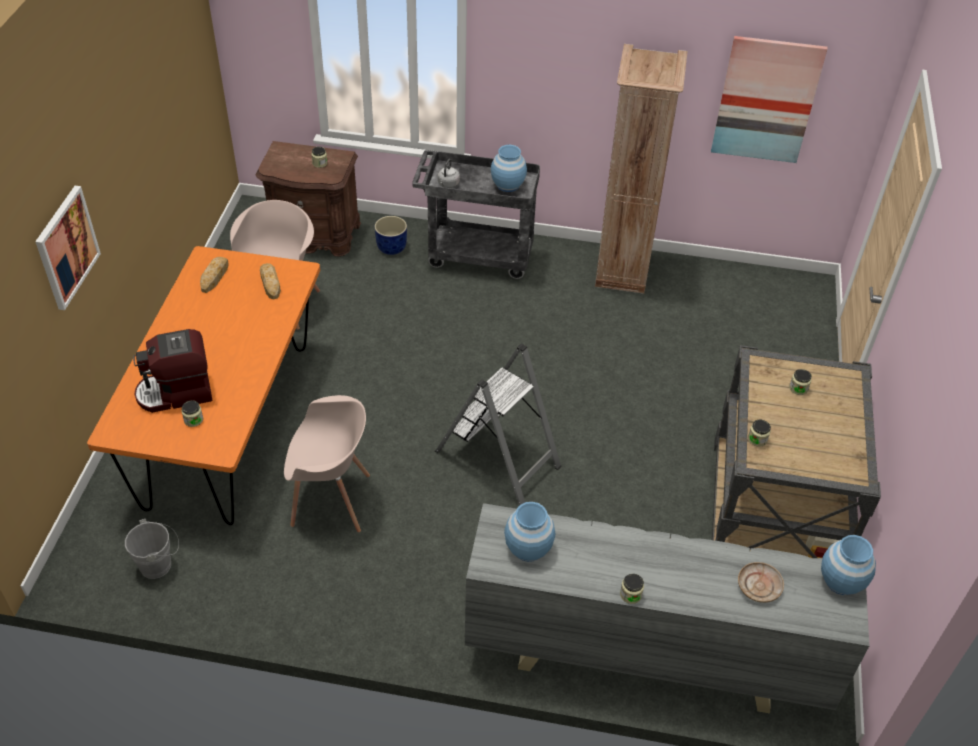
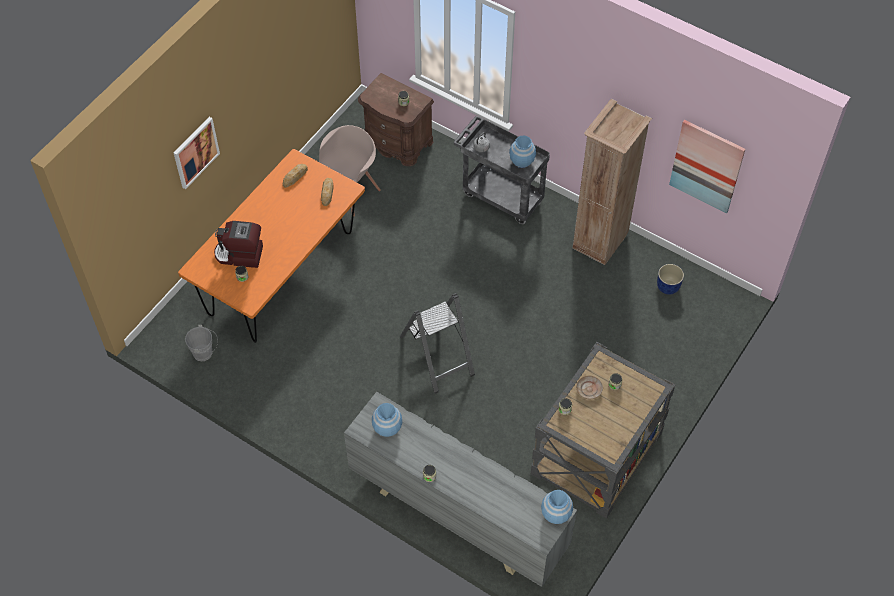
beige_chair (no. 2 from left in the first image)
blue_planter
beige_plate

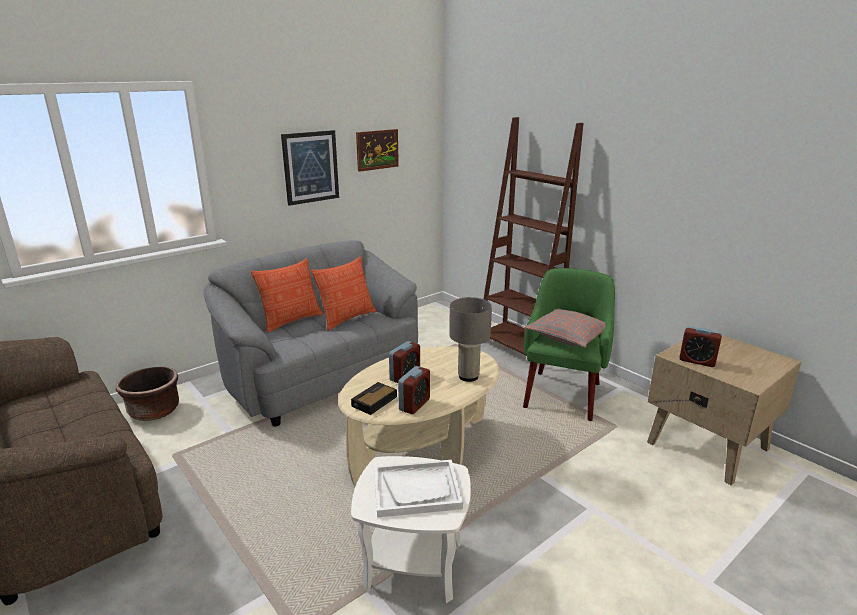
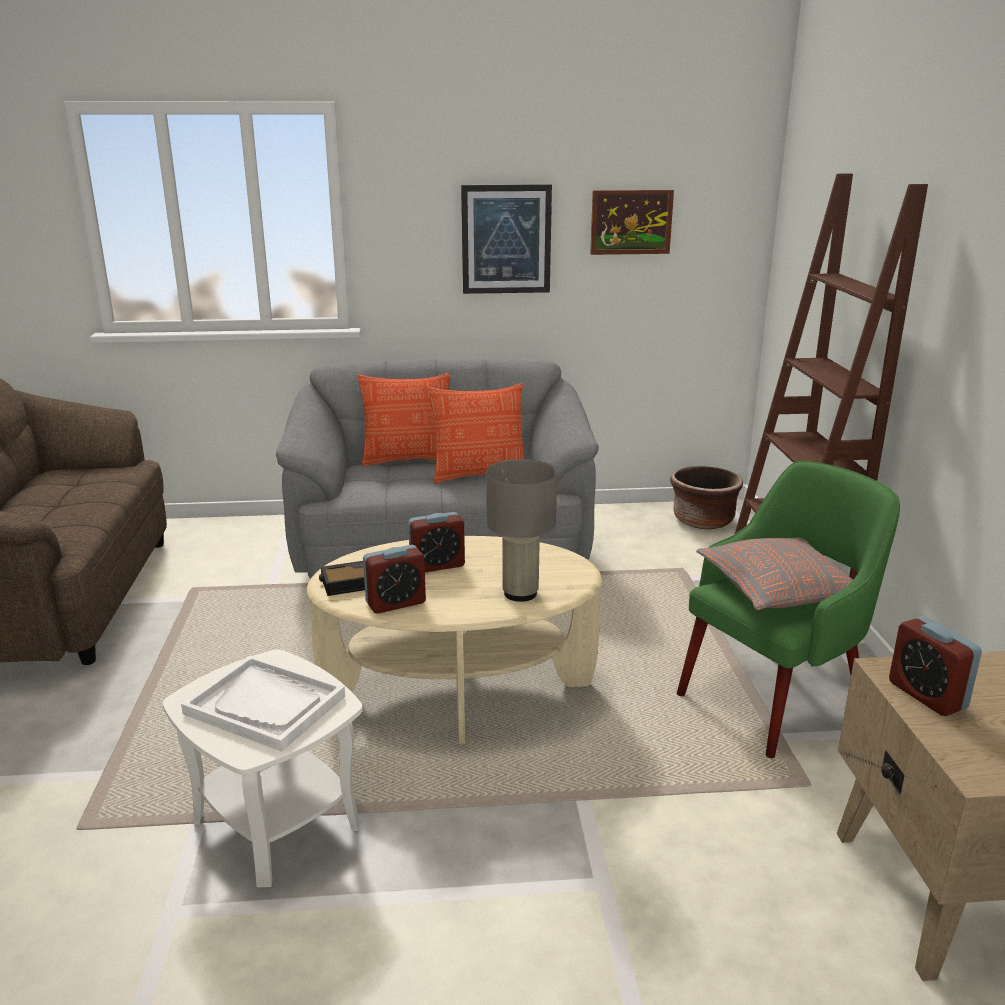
brown_planter

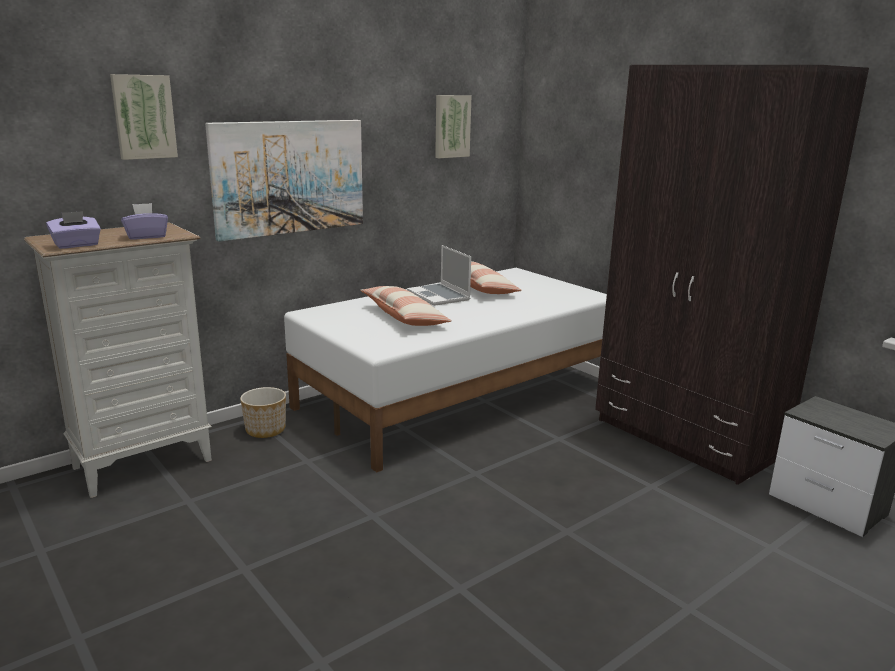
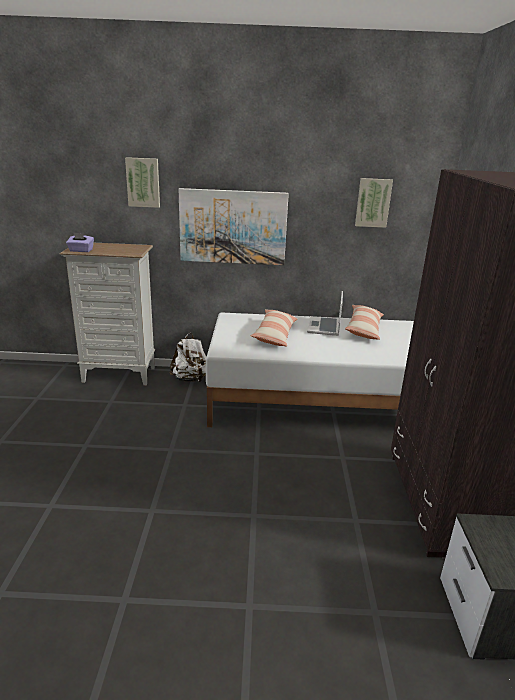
purple_tissue_box (no. 2 from left in the first image)
white_backpack

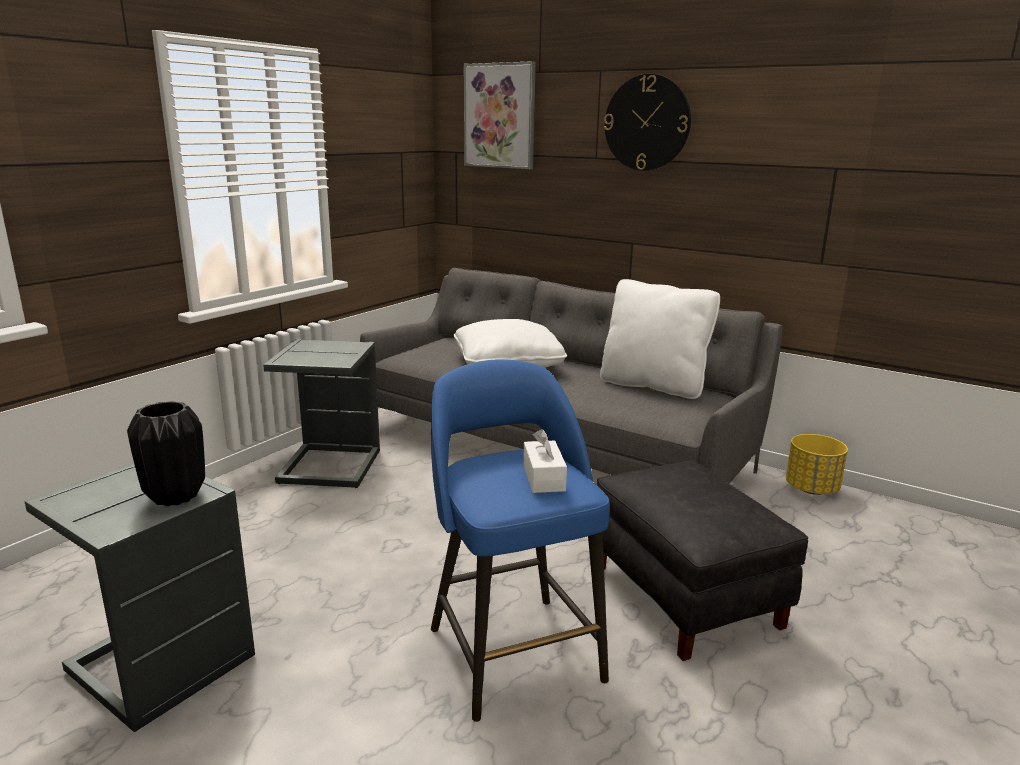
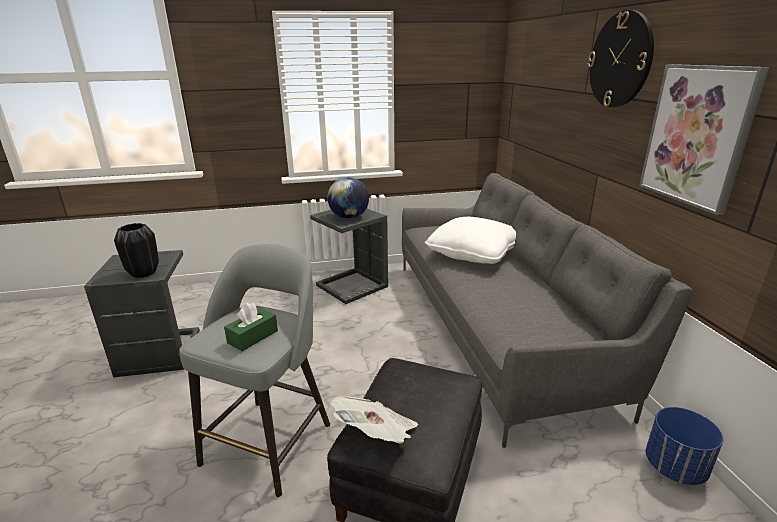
white_pillow (no. 2 from left in the first image)
globe
newspaper
picture
grey_stool
green_tissue_box
blue_planter

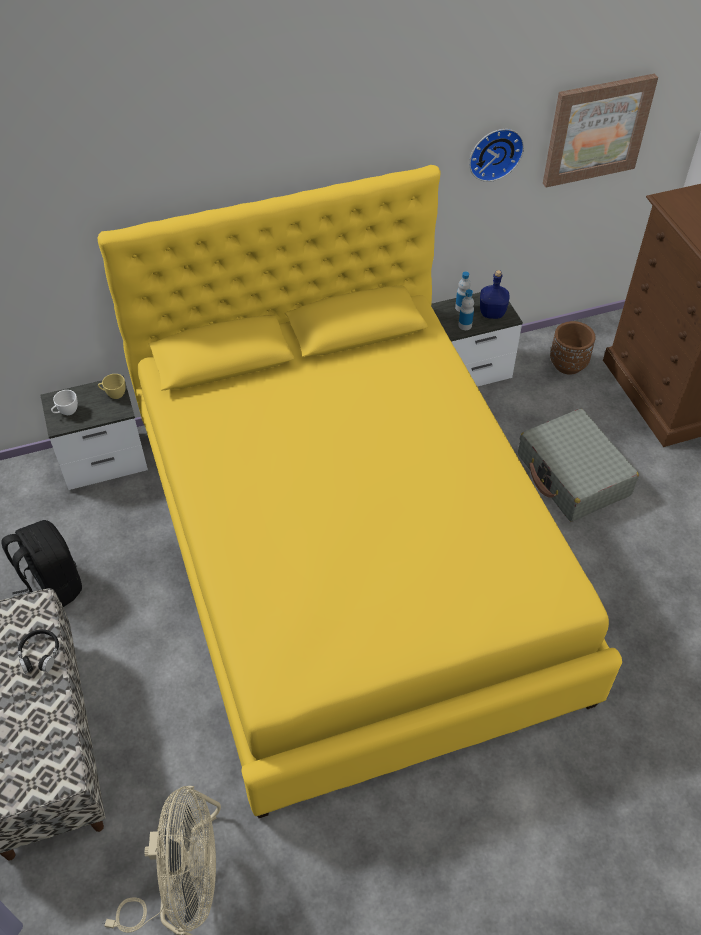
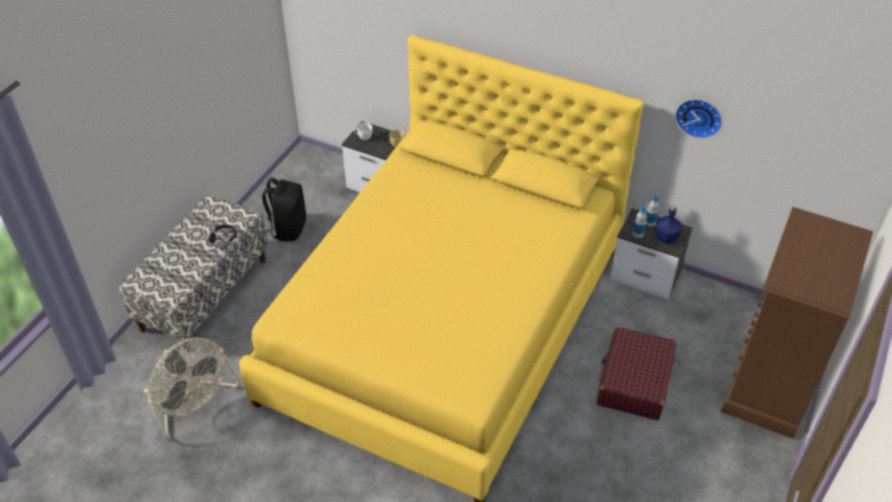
picture
brown_planter
red_suitcase

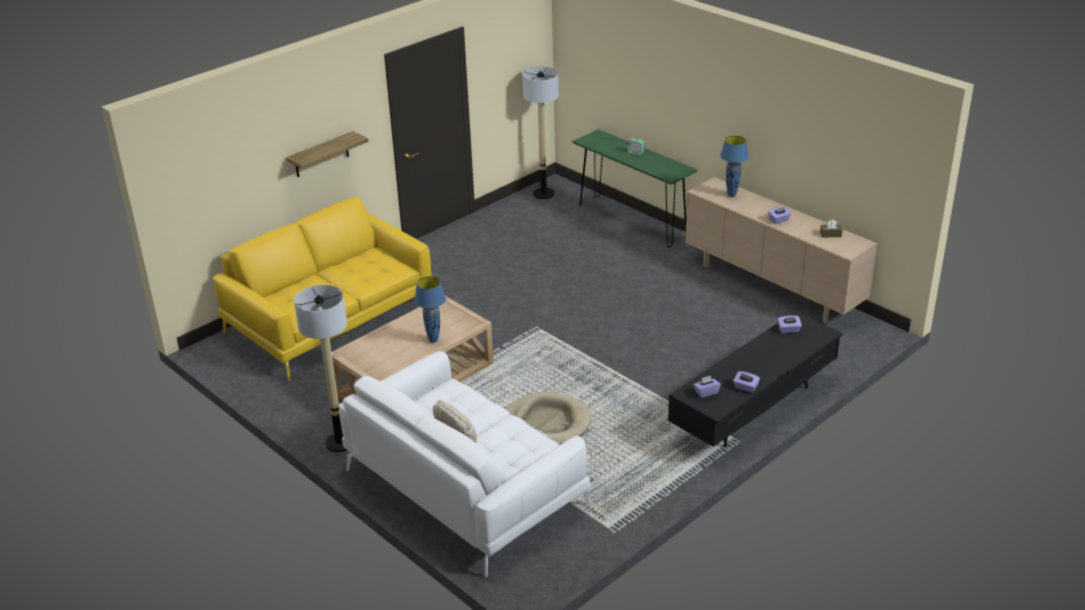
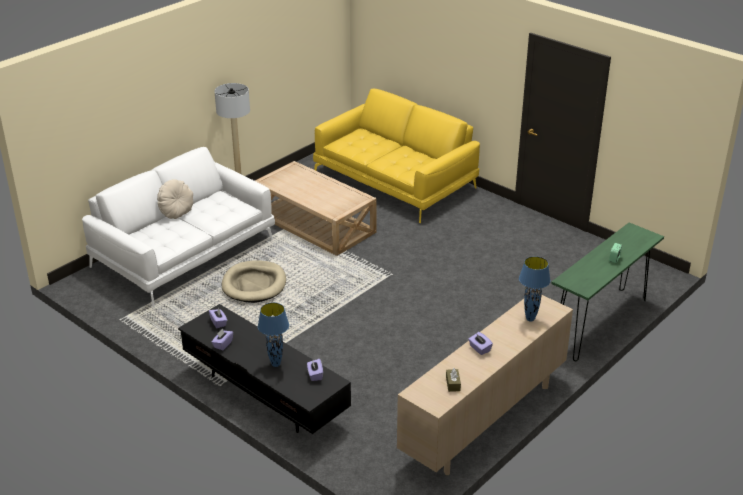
shelf
floor_lamp (no. 2 from left in the first image)
blue_table_lamp (no. 1 from left)

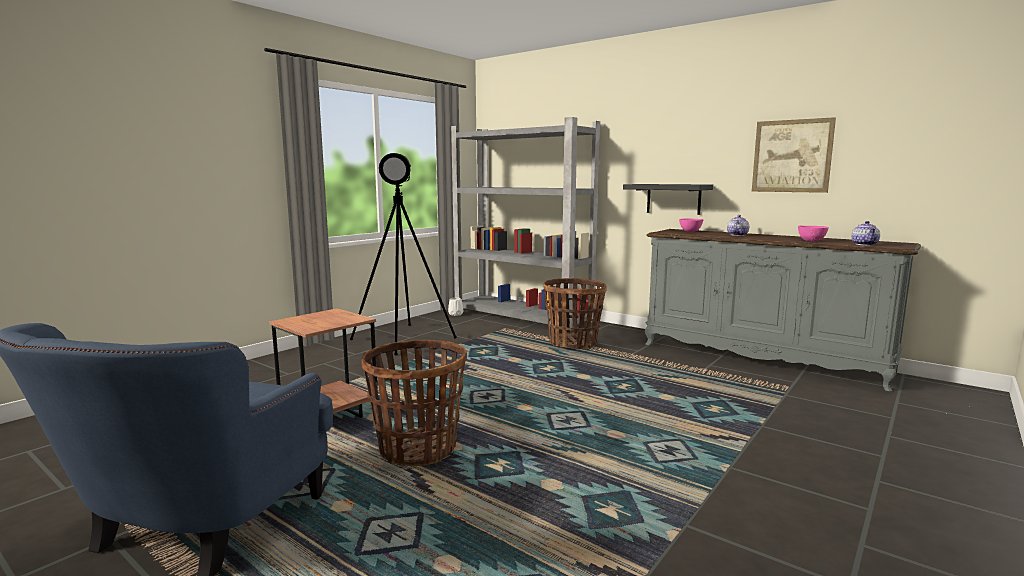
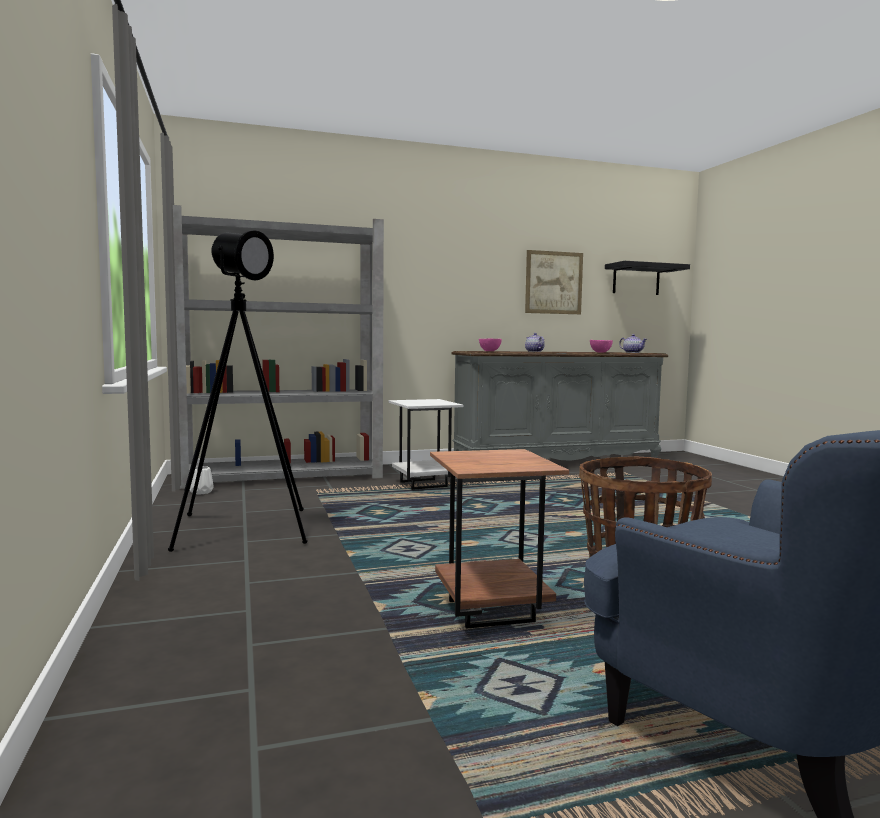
black_shelf
white_side_table

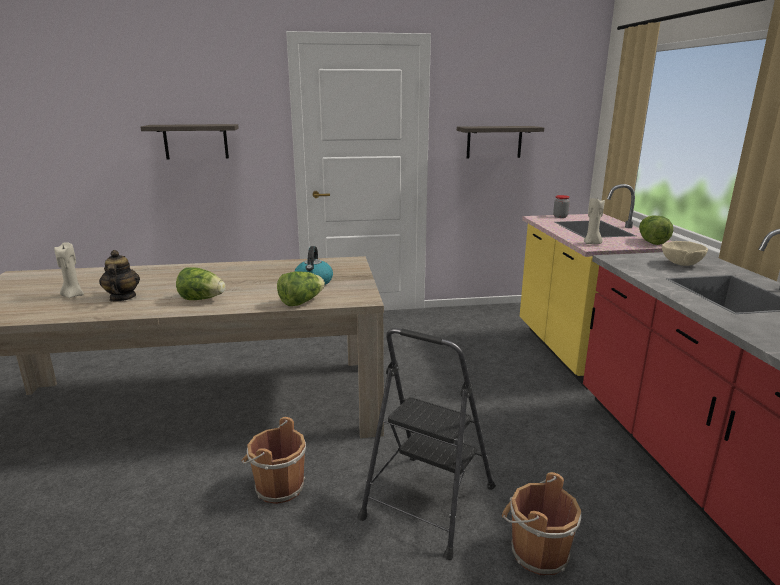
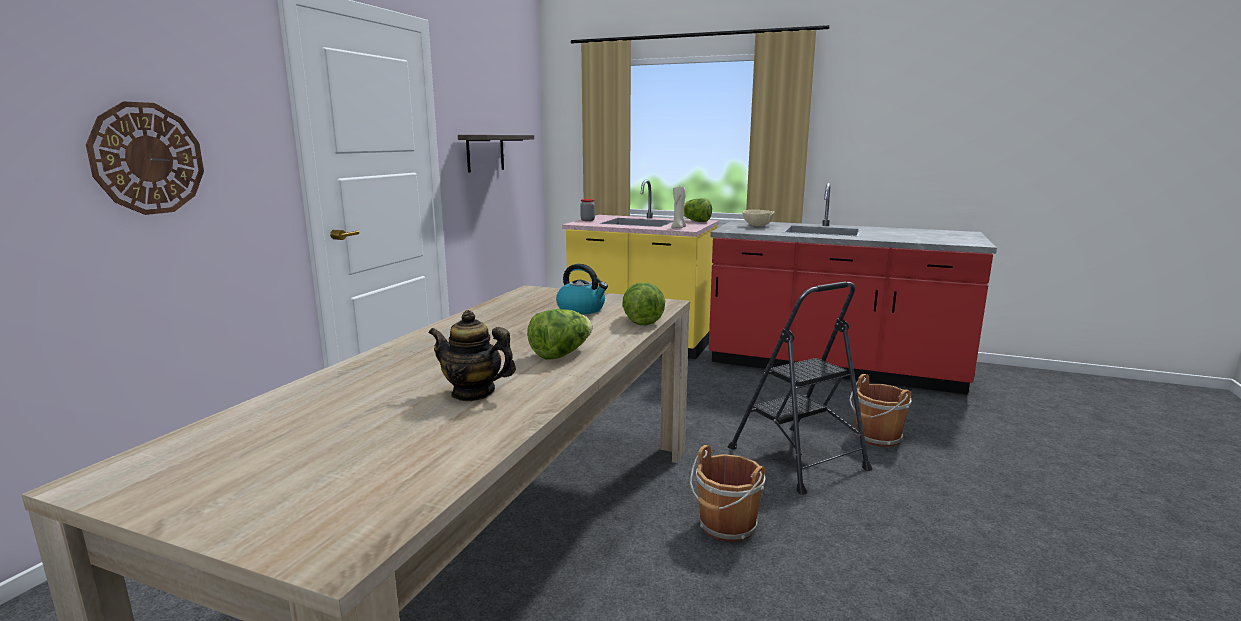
beige_candle (no. 1 from left in the first image)
wall_clock

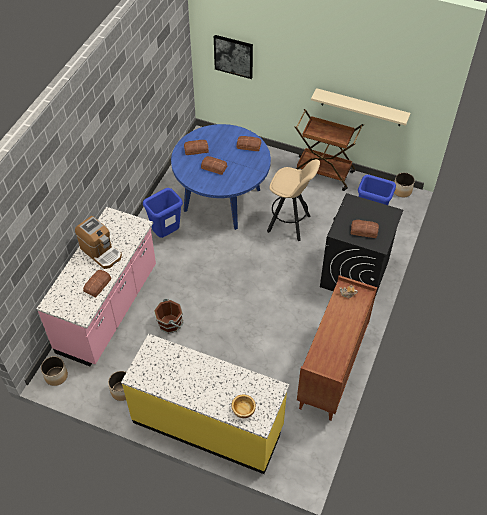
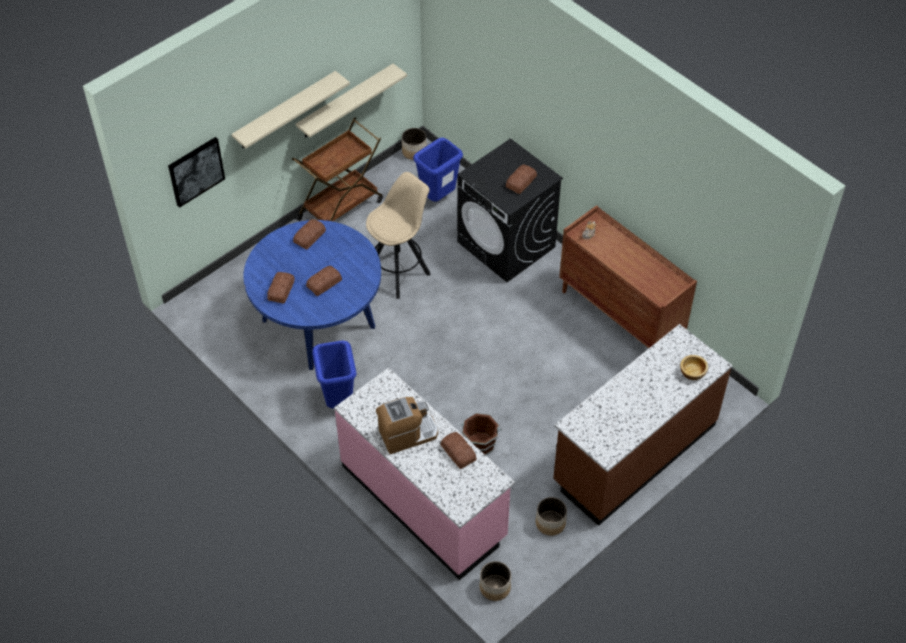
beige_shelf (no. 1 from left)
brown_counter

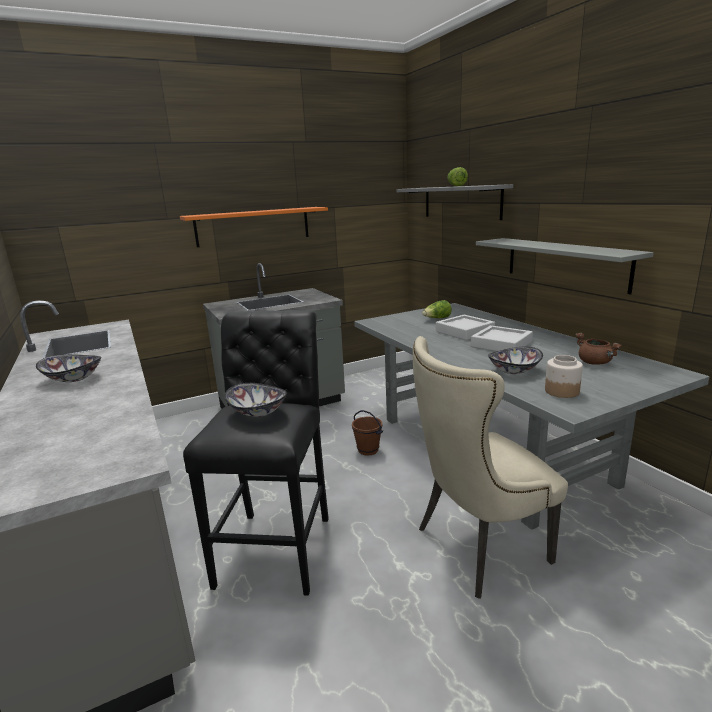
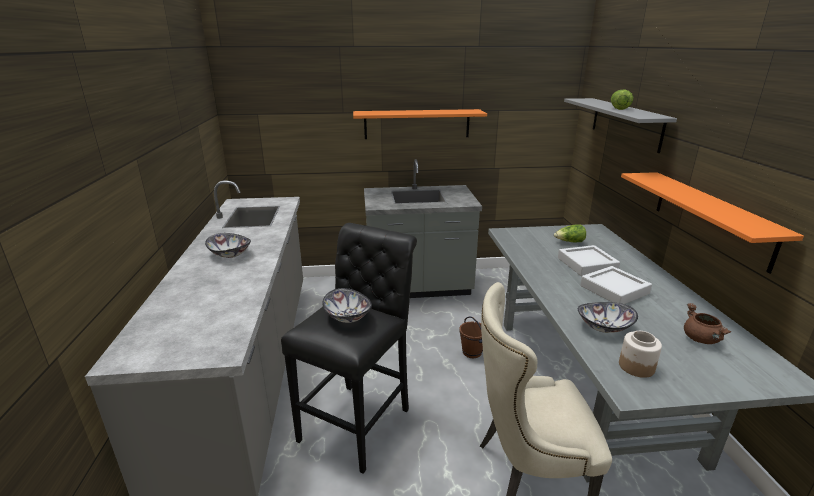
orange_shelf (no. 2 from left)

